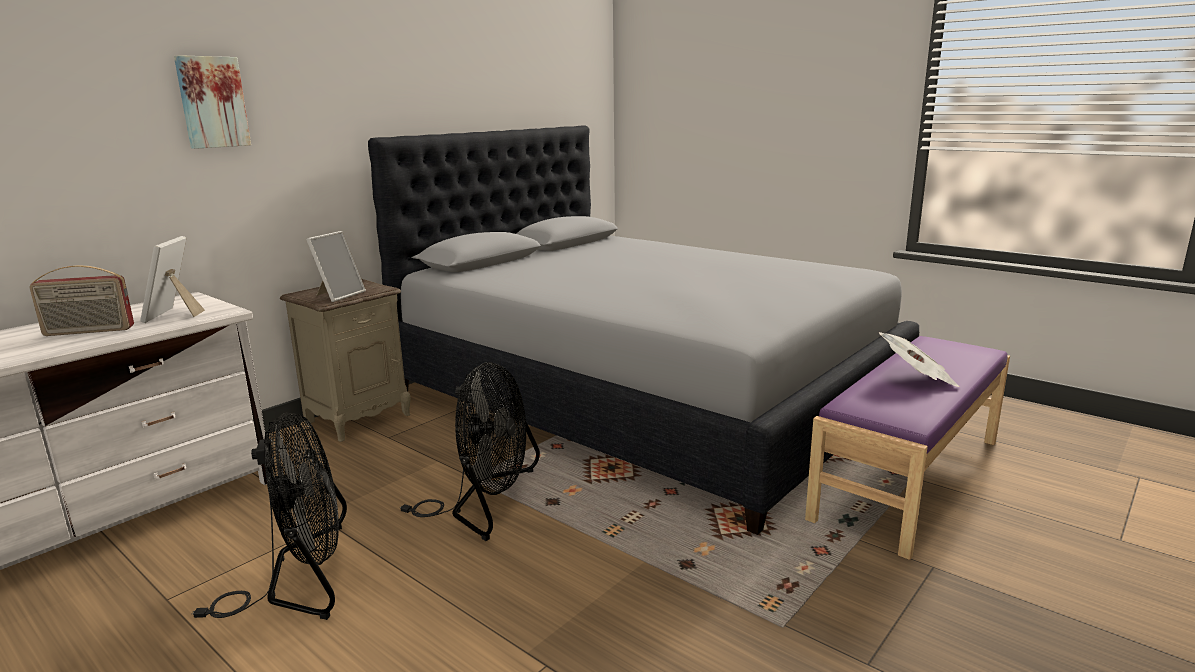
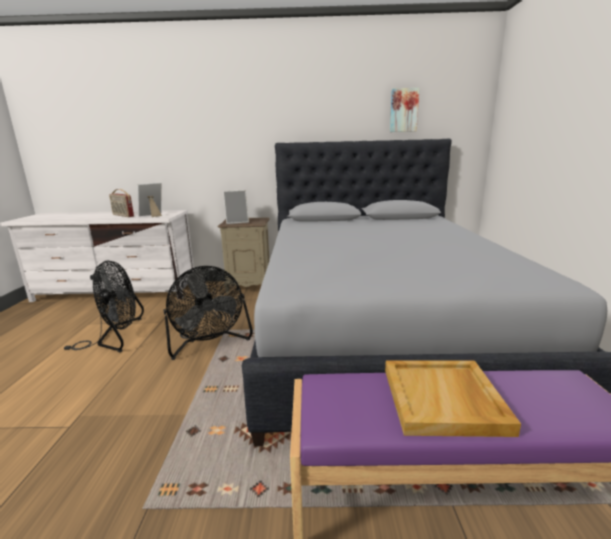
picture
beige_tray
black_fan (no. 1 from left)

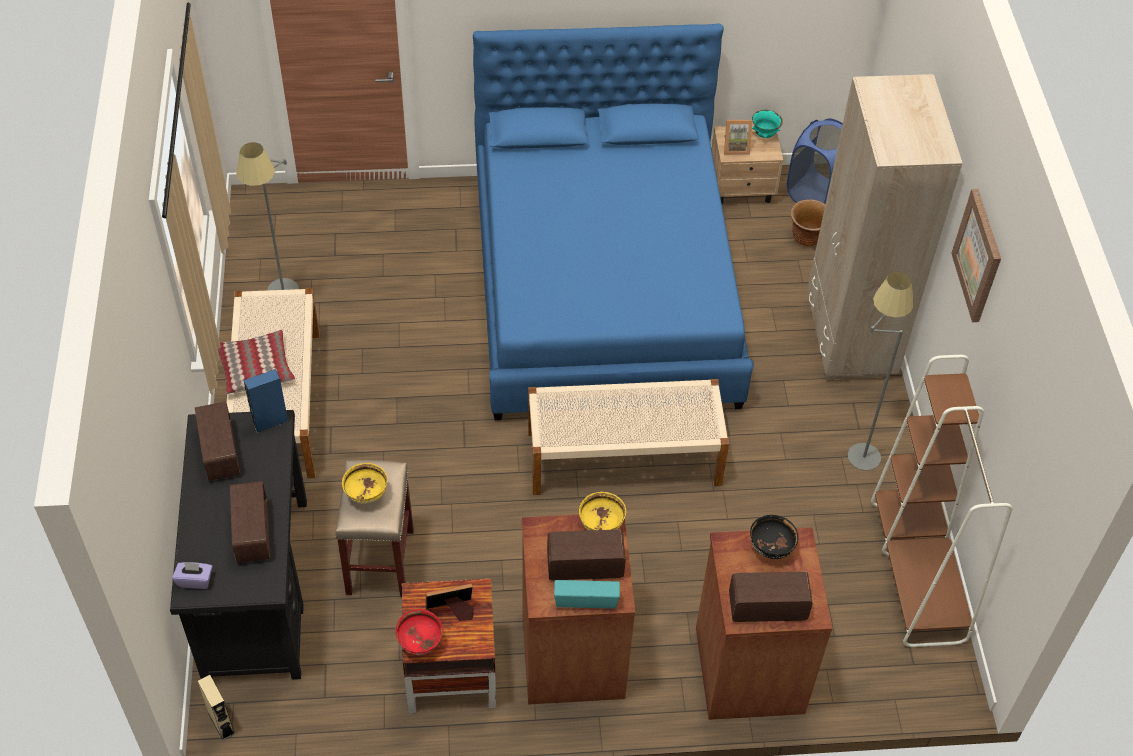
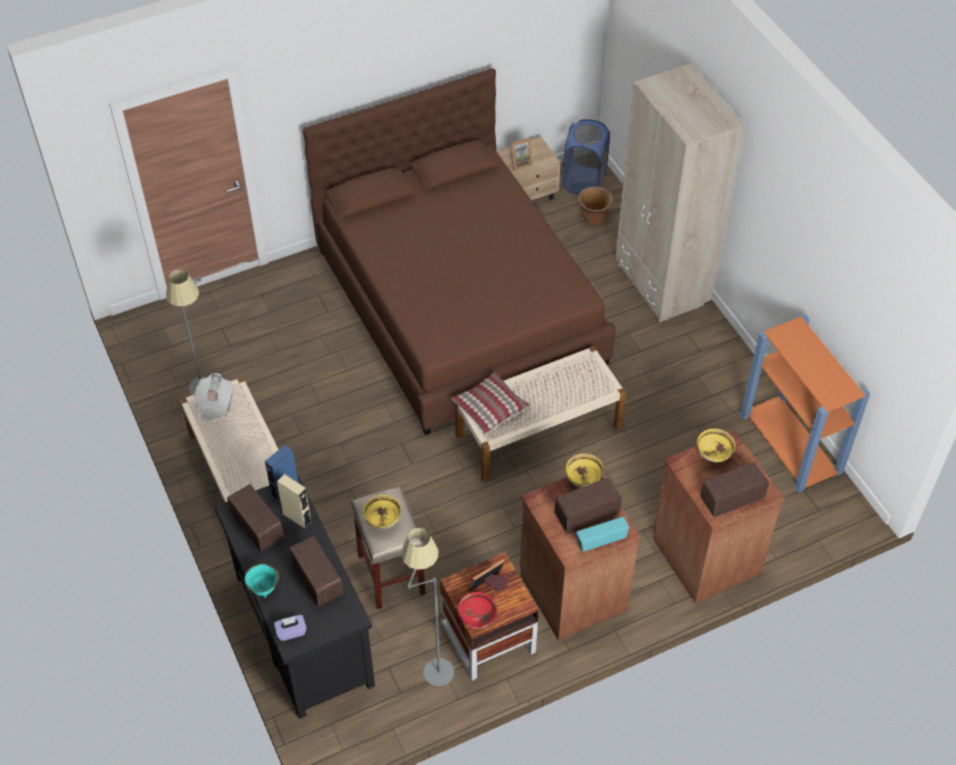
picture
newspaper
beige_speaker
pillow
turquoise_bowl
grey_floor_lamp (no. 2 from left)
orange_bookcase
brown_bed
yellow_bowl (no. 3 from left)

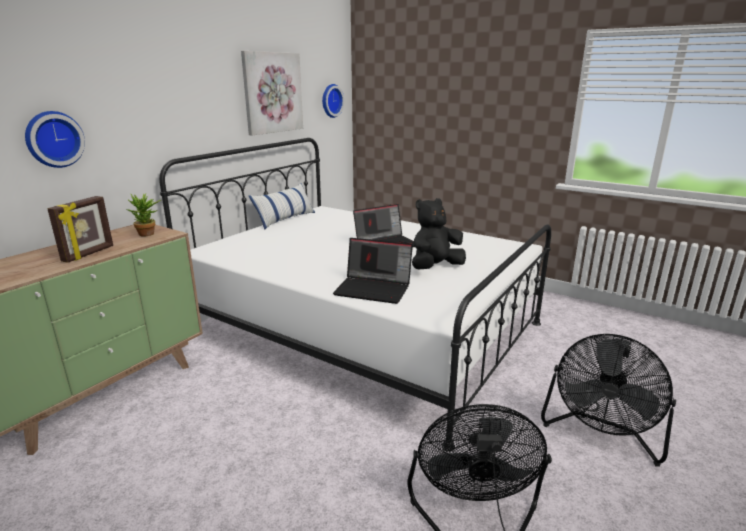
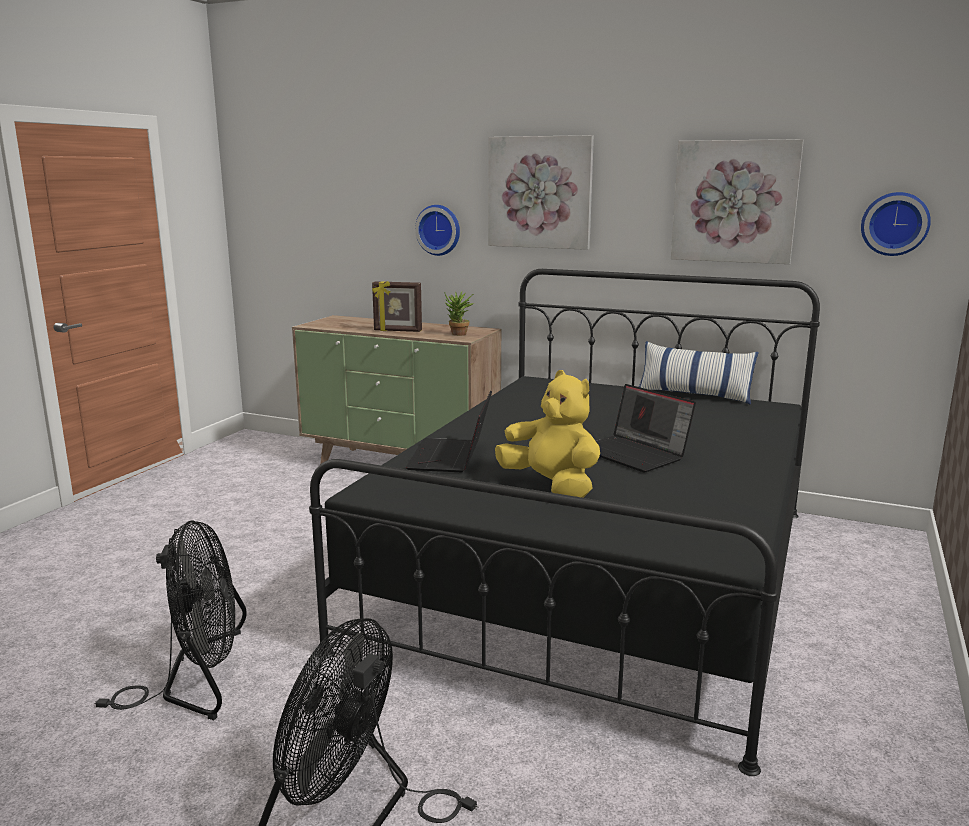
picture (no. 1 from left)
black_bed
yellow_plush_toy

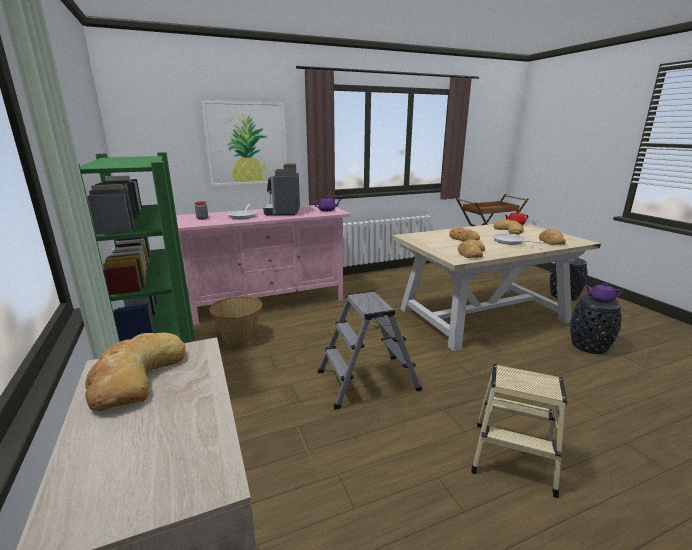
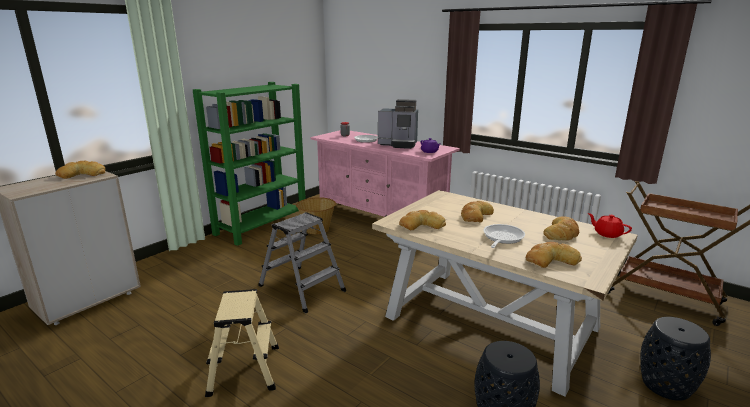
picture
purple_teapot (no. 2 from left in the first image)
coffee_machine

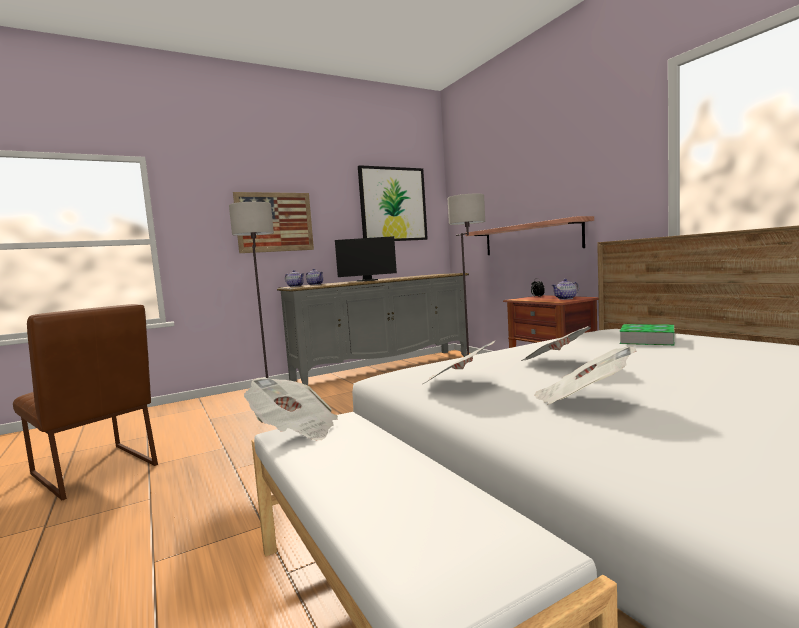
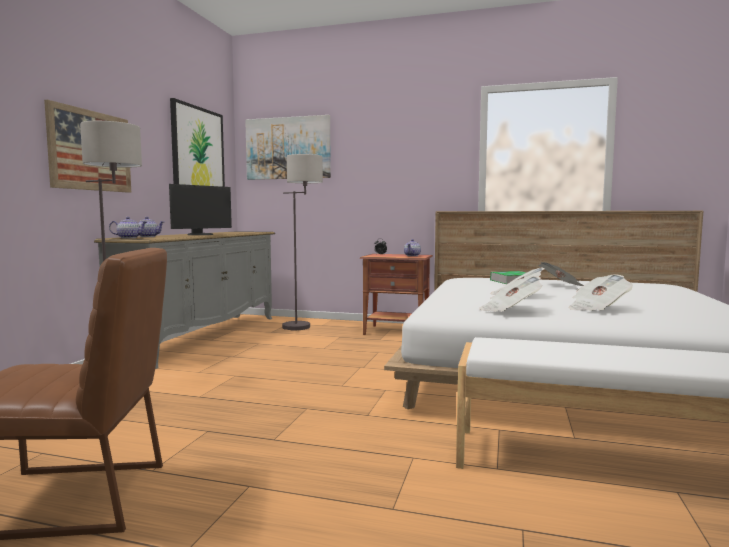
shelf
picture (no. 3 from left)
newspaper (no. 3 from left)

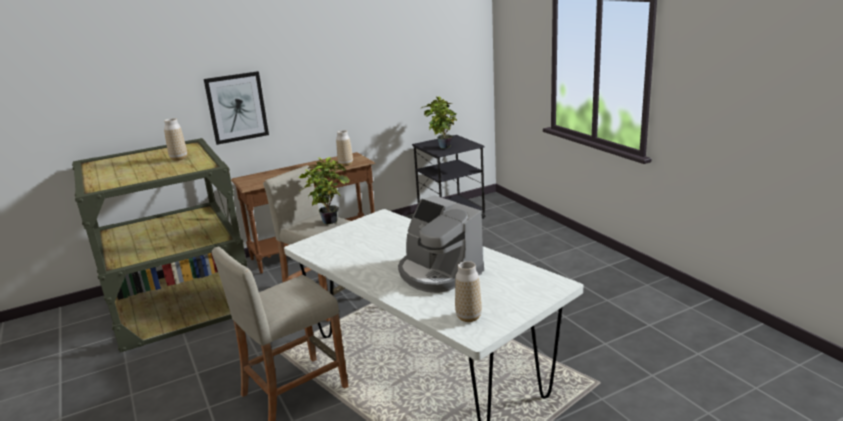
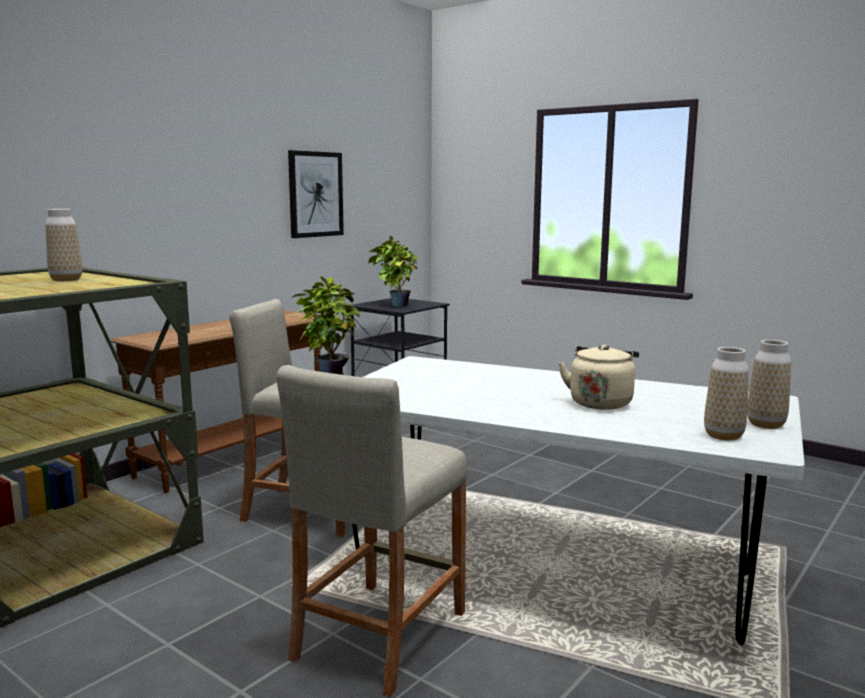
picture
vase (no. 3 from left)
beige_kettle

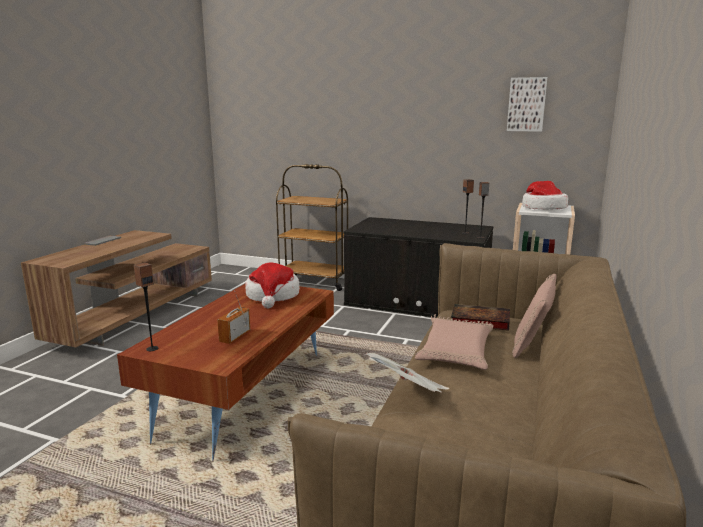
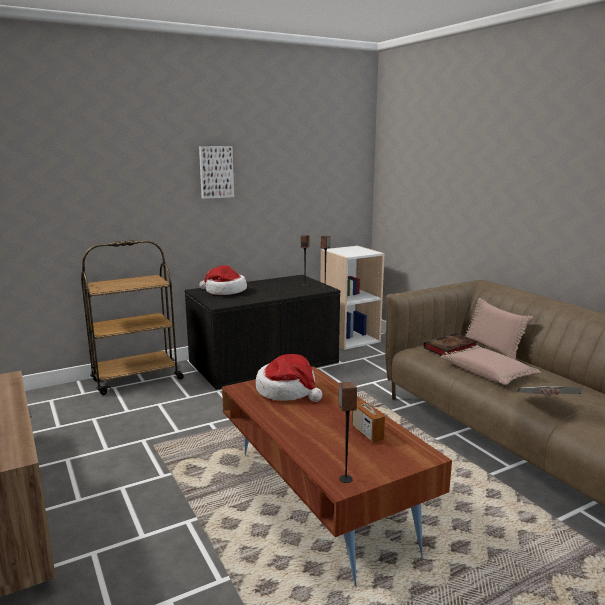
picture
hat (no. 1 from left)

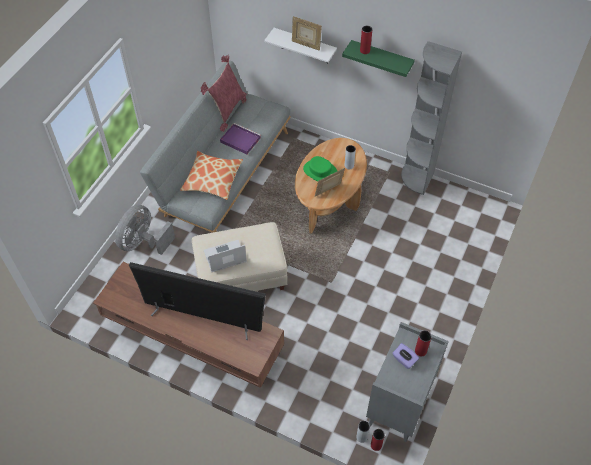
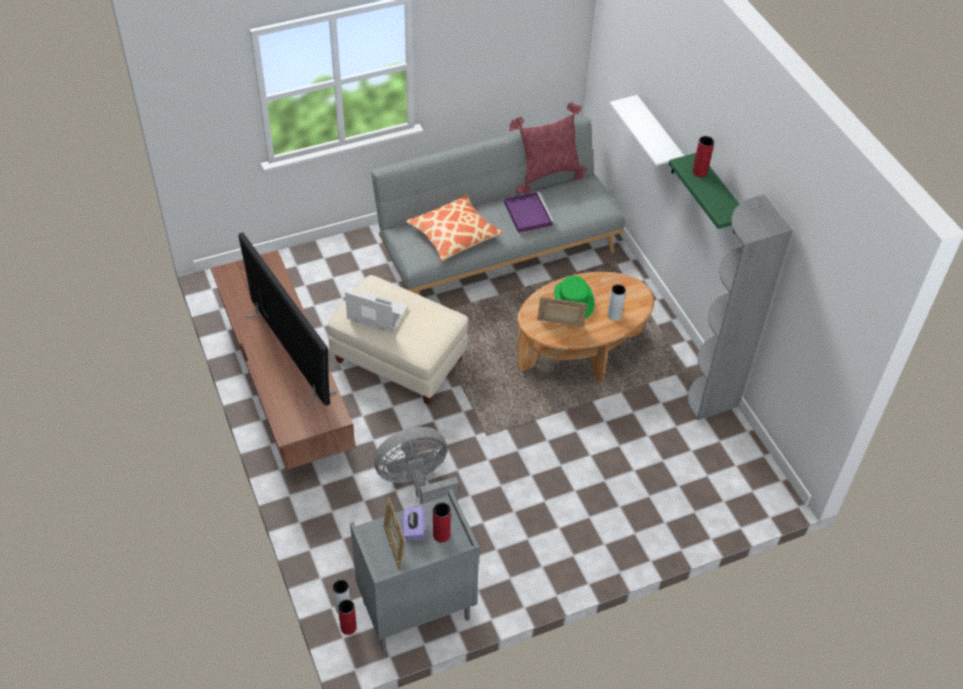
grey_fan
picture_frame (no. 1 from left)

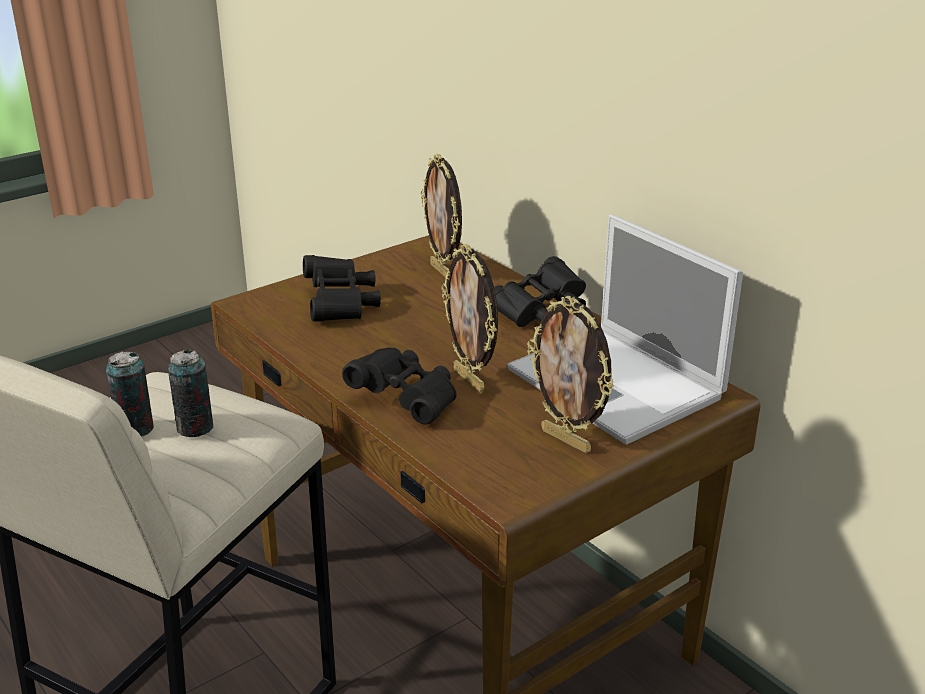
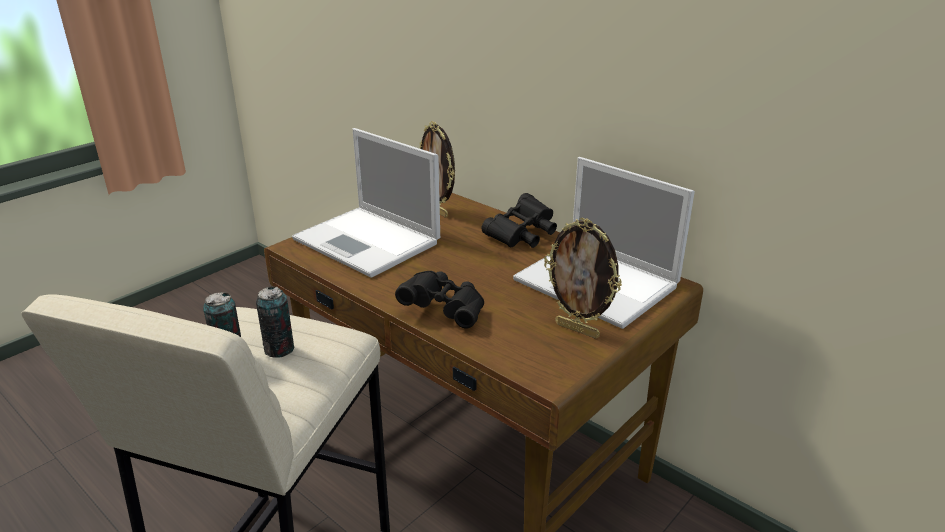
picture_frame (no. 2 from left in the first image)
laptop (no. 1 from left)

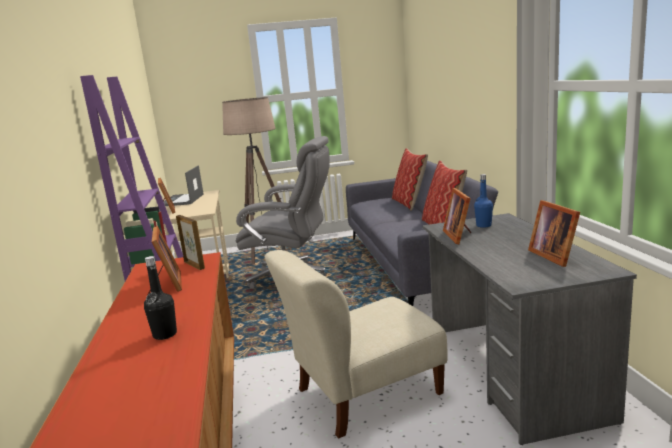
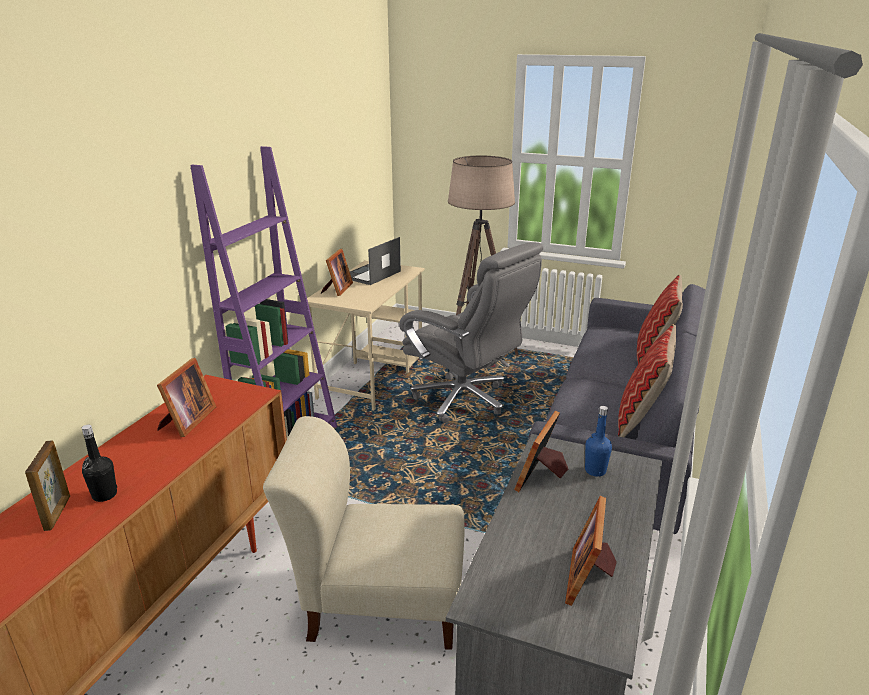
picture_frame (no. 1 from left)

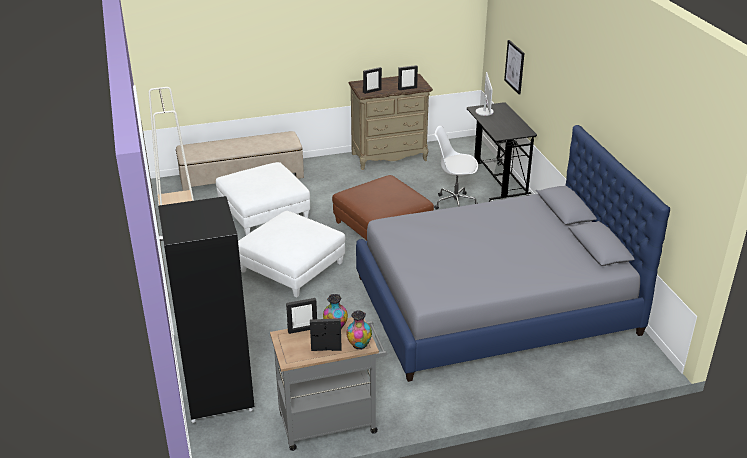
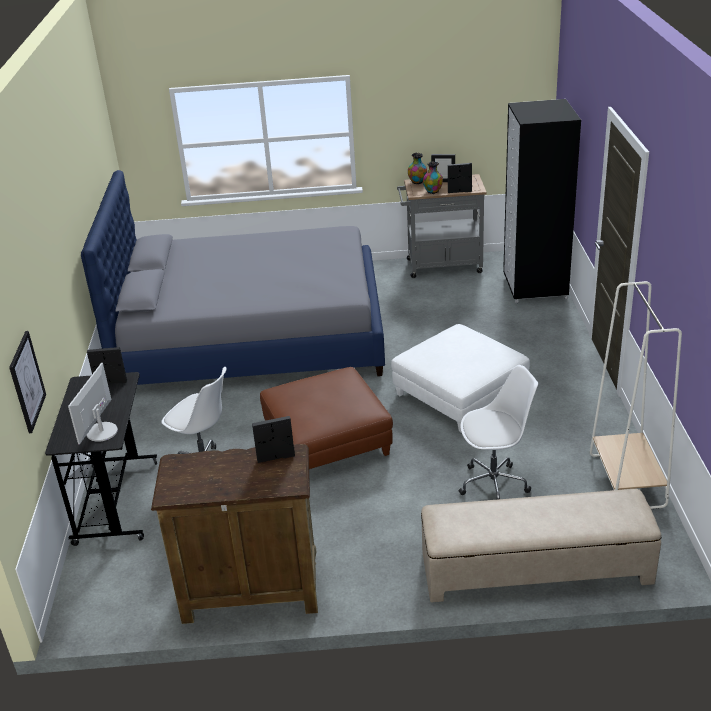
picture_frame (no. 1 from left)
white_office_chair (no. 2 from left)

